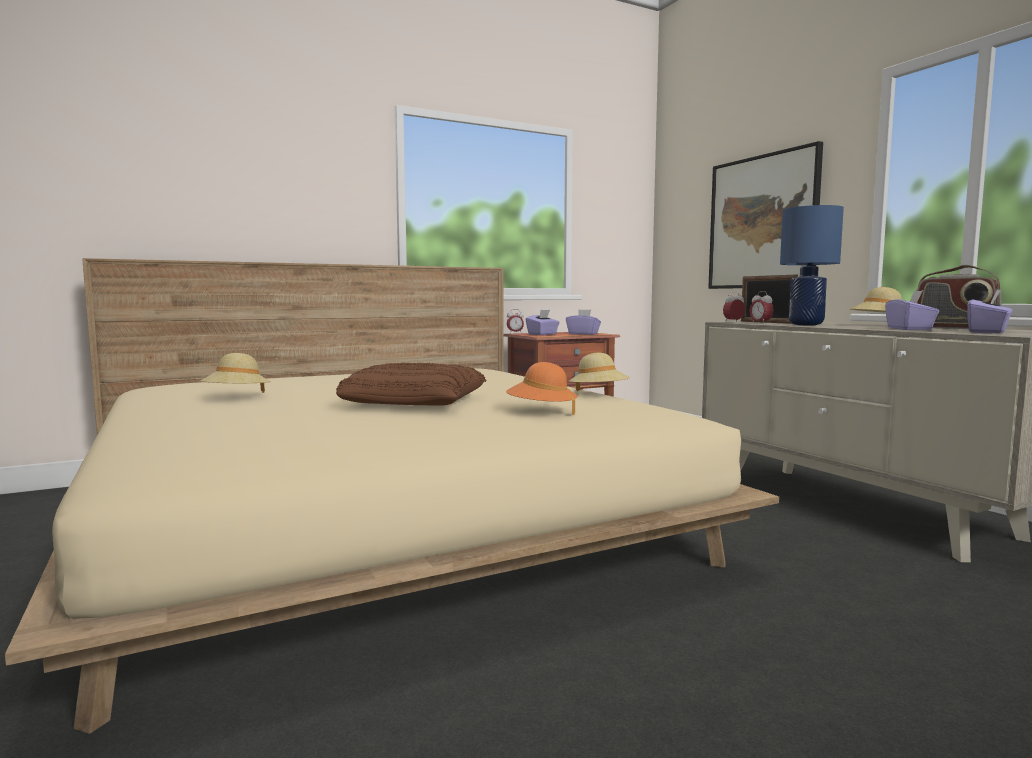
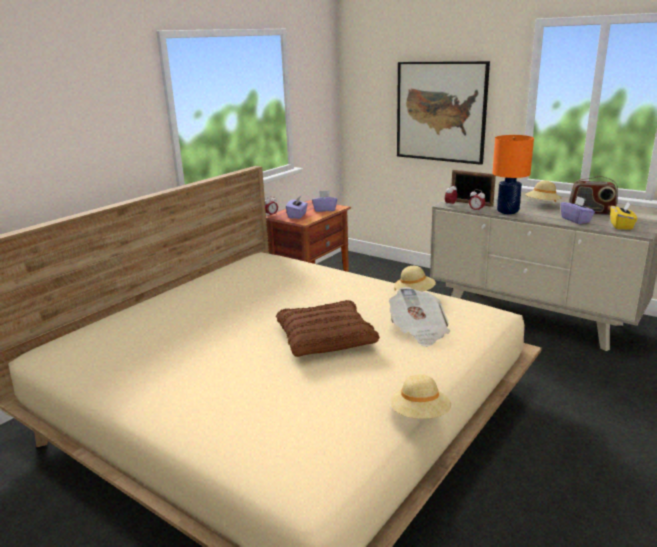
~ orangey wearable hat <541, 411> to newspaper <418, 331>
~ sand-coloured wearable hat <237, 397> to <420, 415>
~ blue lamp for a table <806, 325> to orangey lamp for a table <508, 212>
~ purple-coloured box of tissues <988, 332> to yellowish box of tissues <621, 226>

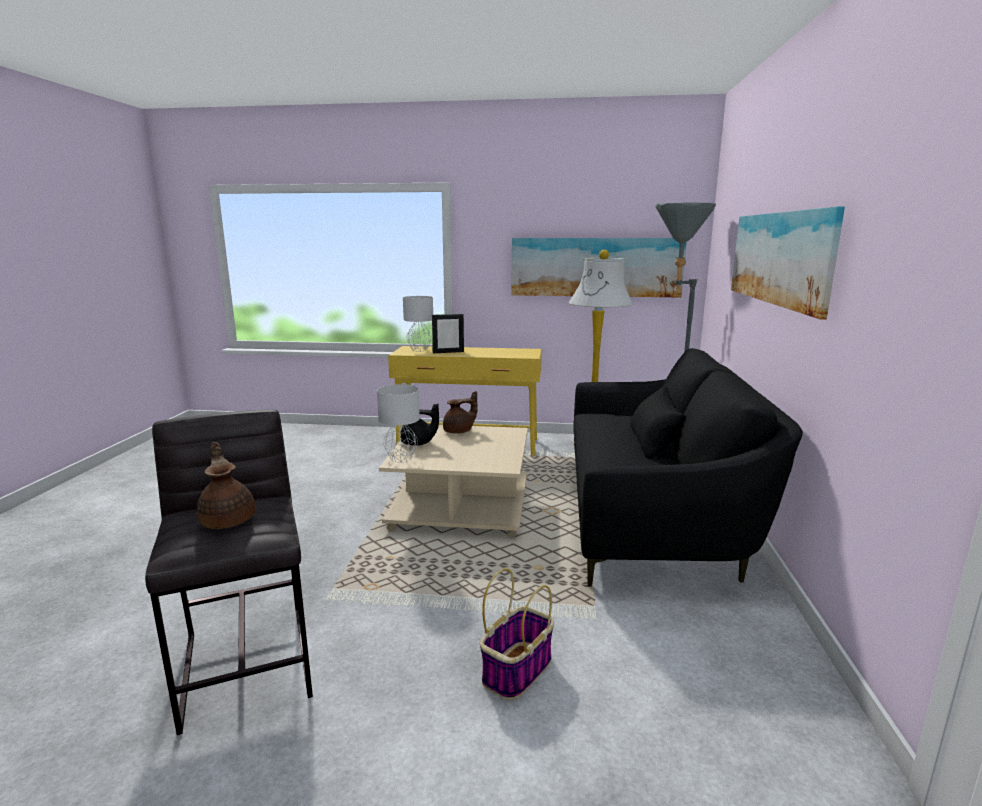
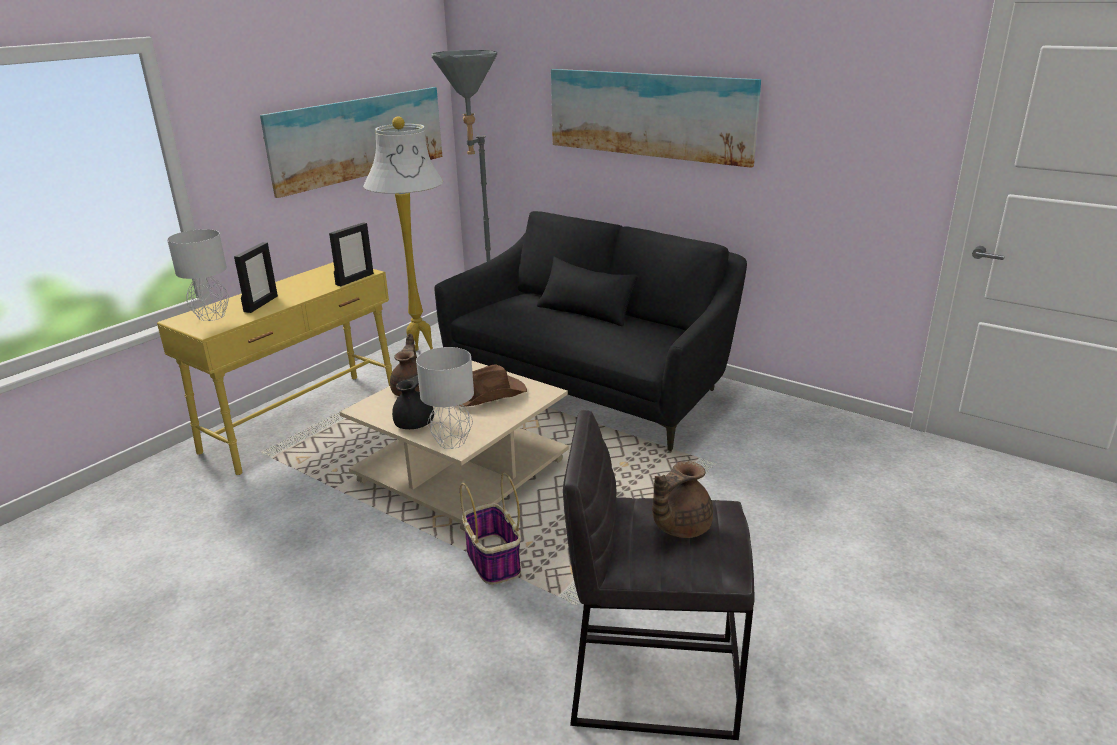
+ standing frame <354, 279>
+ brownish wearable hat <488, 394>
~ storage basket <517, 669> to <492, 560>
~ brownish teapot <228, 519> = <679, 526> 45 degrees counterclockwise

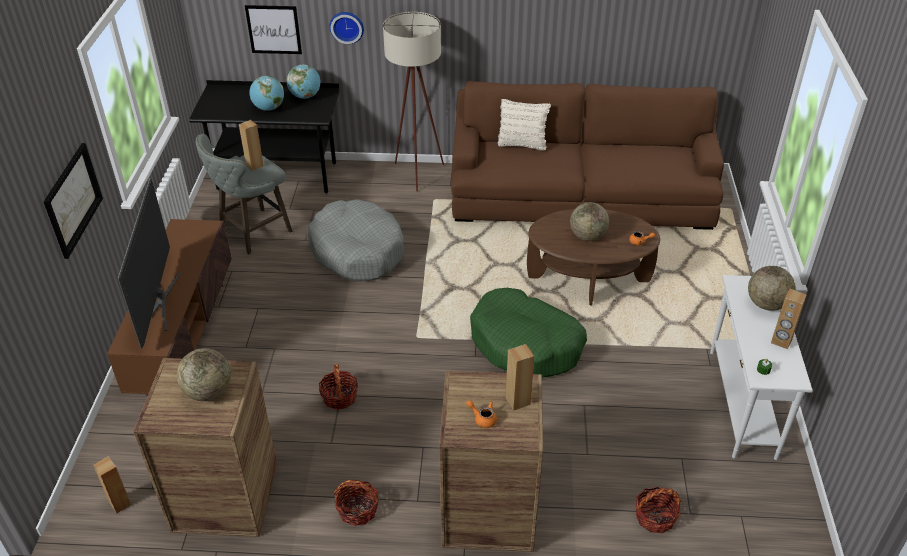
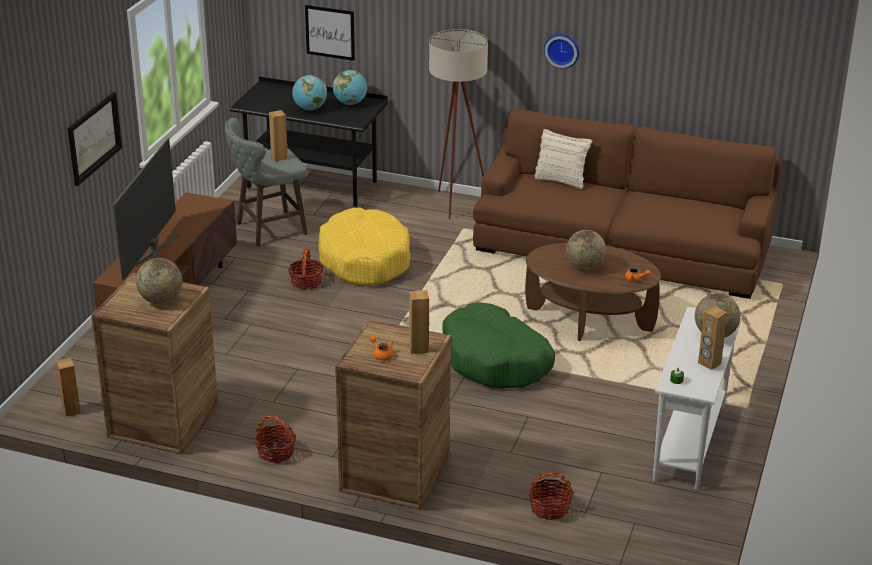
~ storage basket <339, 397> to <306, 282>
~ greyish pet bed <357, 251> to yellowish pet bed <364, 260>
~ hanging clock <347, 26> to <562, 49>

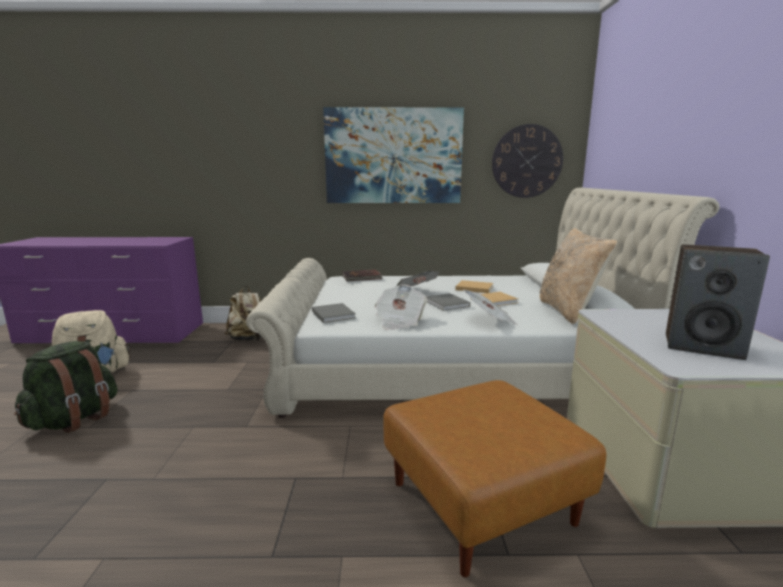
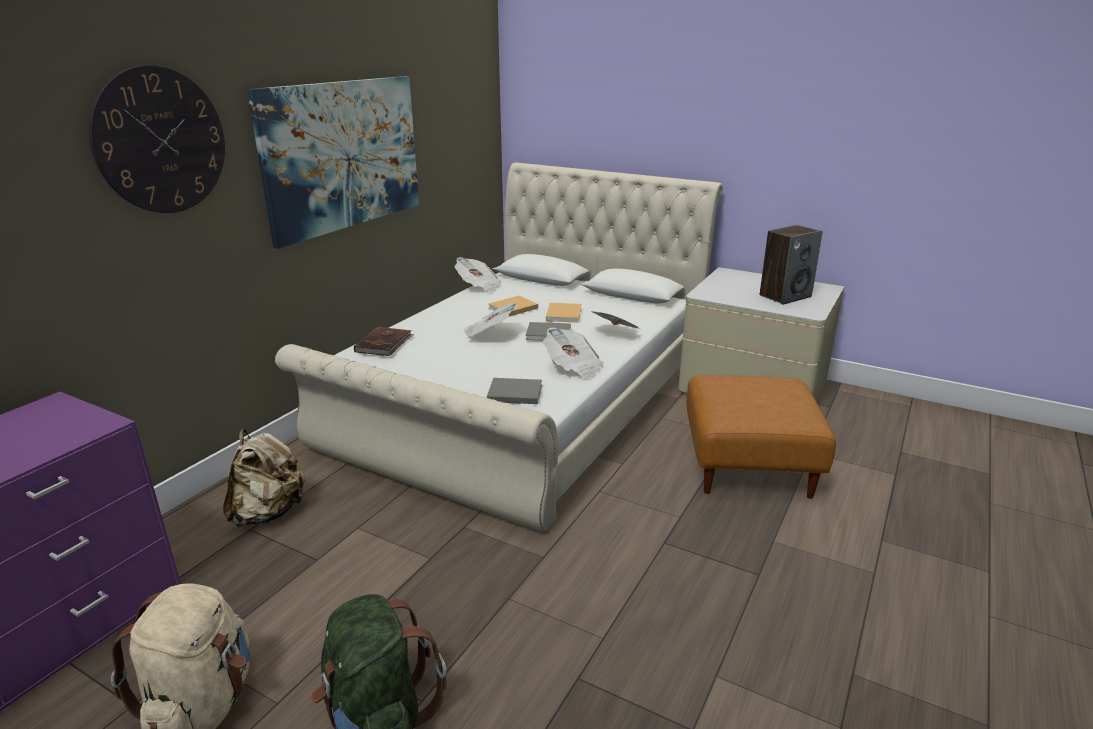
~ hanging clock <527, 161> to <161, 141>
+ newspaper <478, 286>
- sand-coloured throw pillow <567, 313>

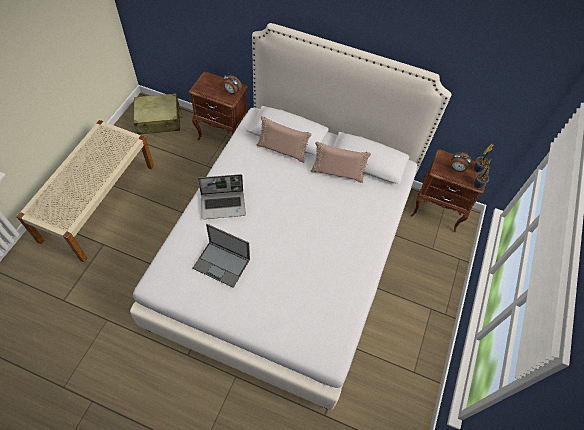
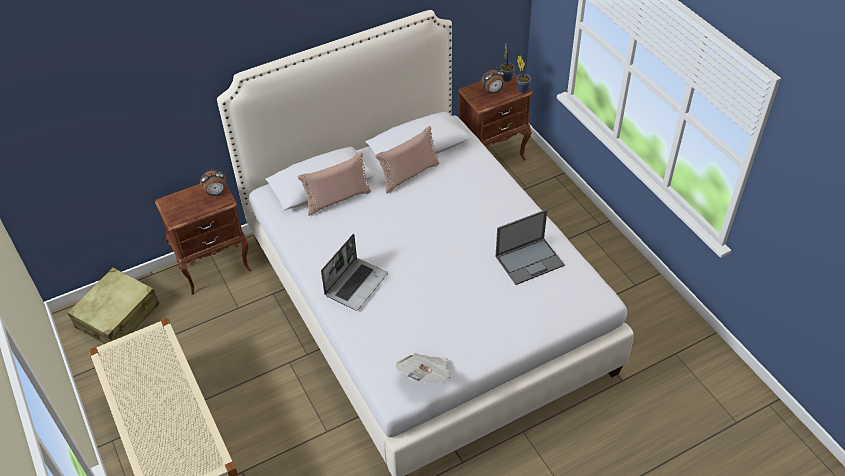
+ newspaper <426, 376>
~ portable computer <222, 264> to <530, 260>

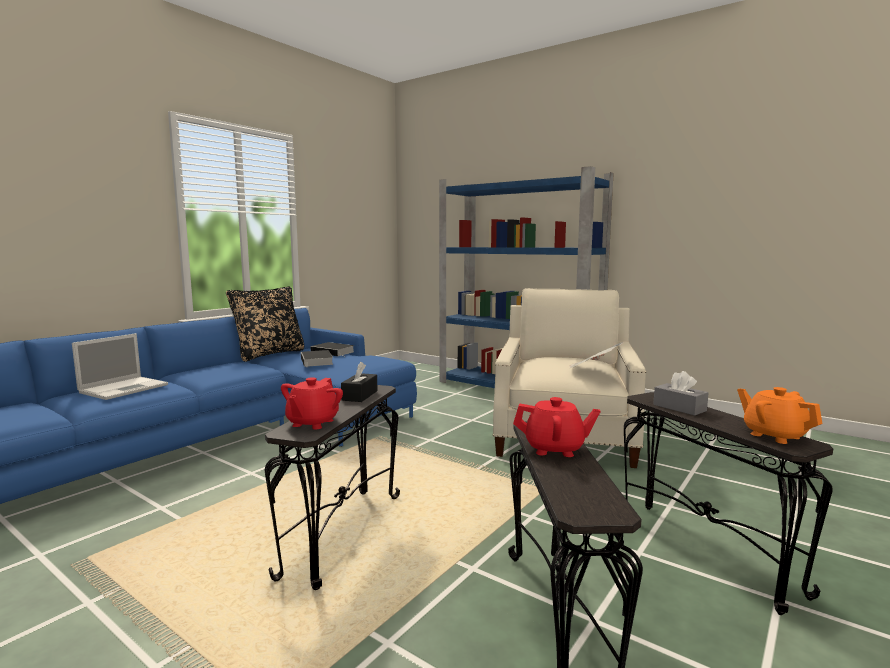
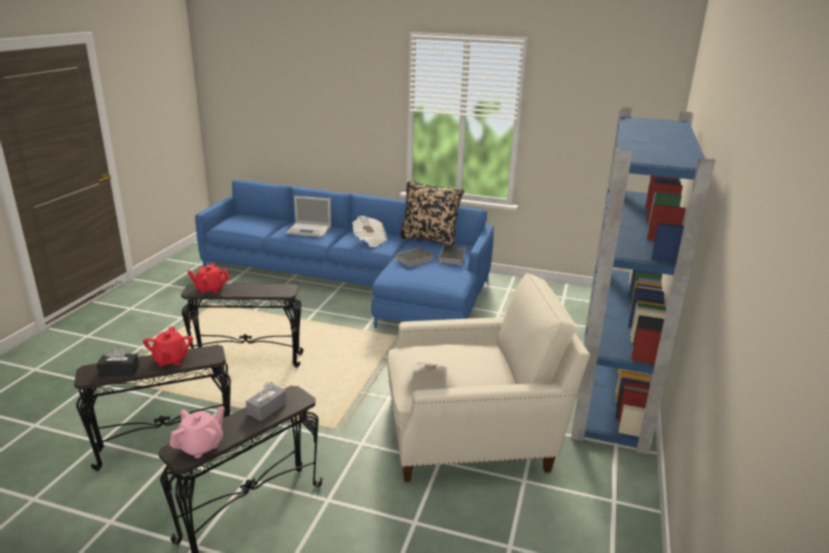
~ black box of tissues <360, 395> to <119, 371>
~ orangey teapot <774, 435> to pink-coloured teapot <201, 446>
+ newspaper <369, 240>

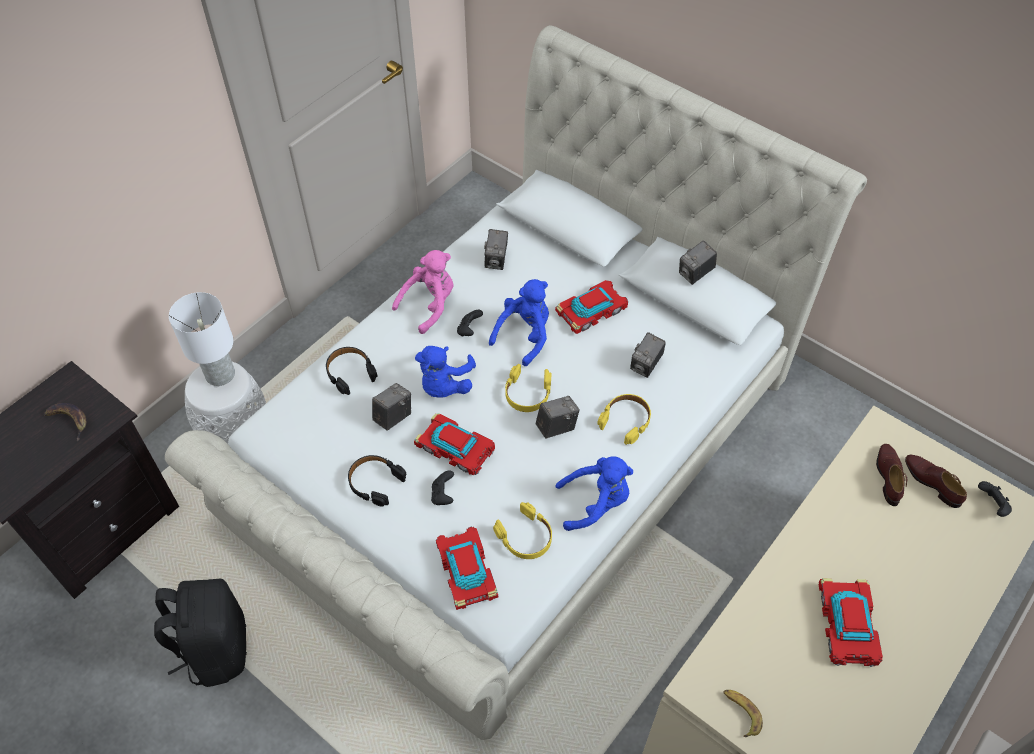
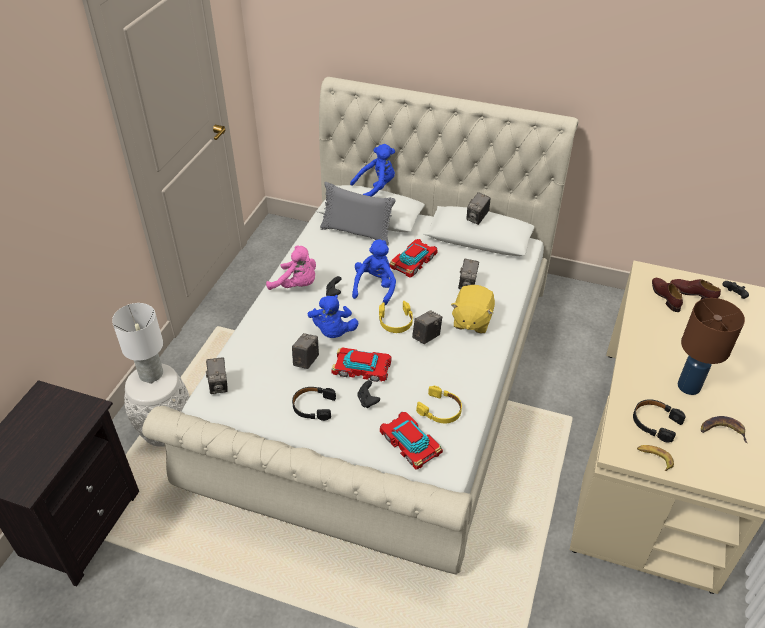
~ still camera <496, 260> to <219, 385>
~ pink-coloured plush toy <430, 305> = <297, 285> 90 degrees clockwise
+ greyish throw pillow <357, 232>
~ blue plush toy <596, 503> to <376, 187>
~ yellowish headset <626, 421> to yellowish plush toy <471, 321>
~ black headset <350, 372> to <655, 423>
~ toy car <846, 625> to brownish lamp for a table <688, 387>
~ banana <69, 420> to <722, 430>
- black knapsack <216, 648>

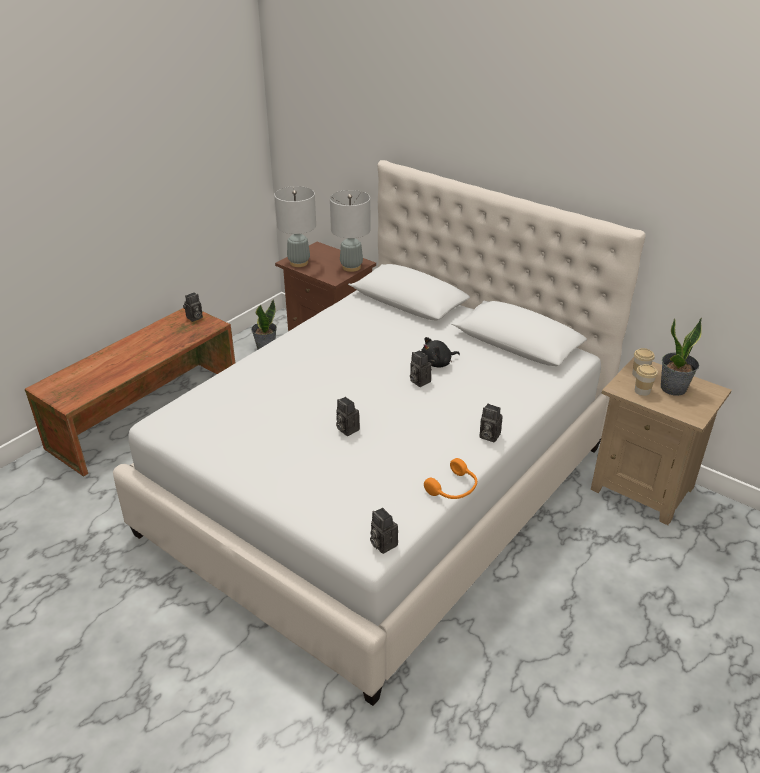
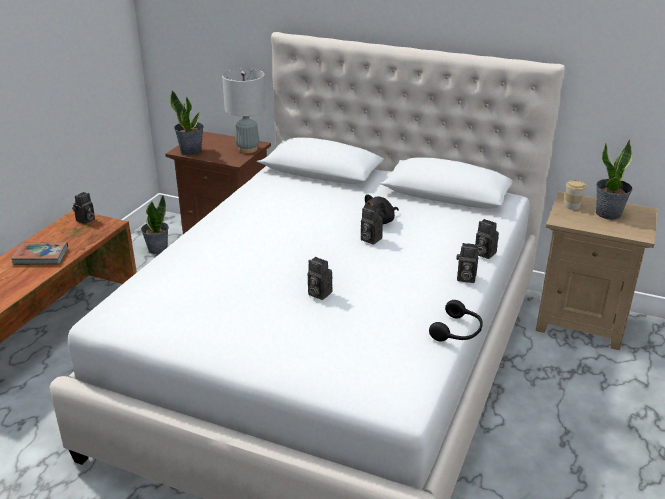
+ volume <41, 256>
~ greyish lamp for a table <299, 263> to potted plant <191, 151>
~ orangey headset <454, 489> to black headset <458, 331>
~ still camera <382, 543> to <483, 253>
- cup <642, 391>

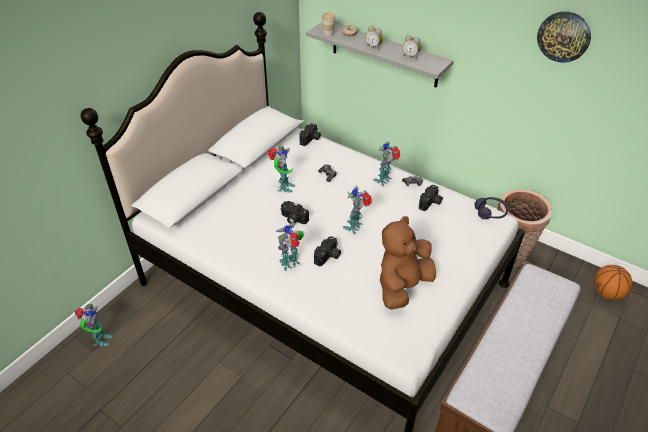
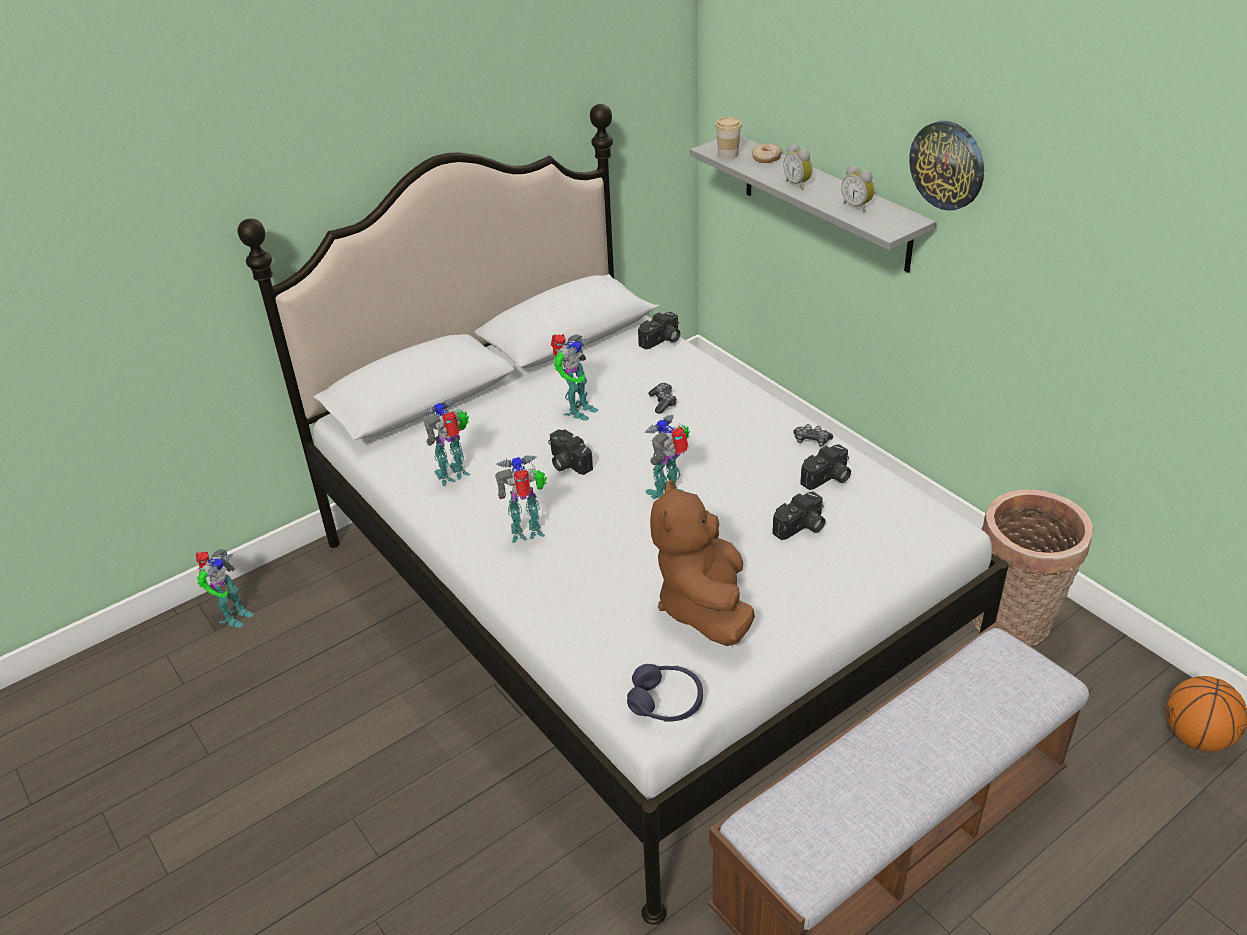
~ toy robot <384, 180> to <454, 475>
~ purple-coloured headset <490, 212> to <666, 702>
~ brownish plush toy <402, 286> = <704, 606> 60 degrees counterclockwise
~ still camera <328, 257> to <801, 528>
~ hanging clock <564, 36> to <948, 165>

